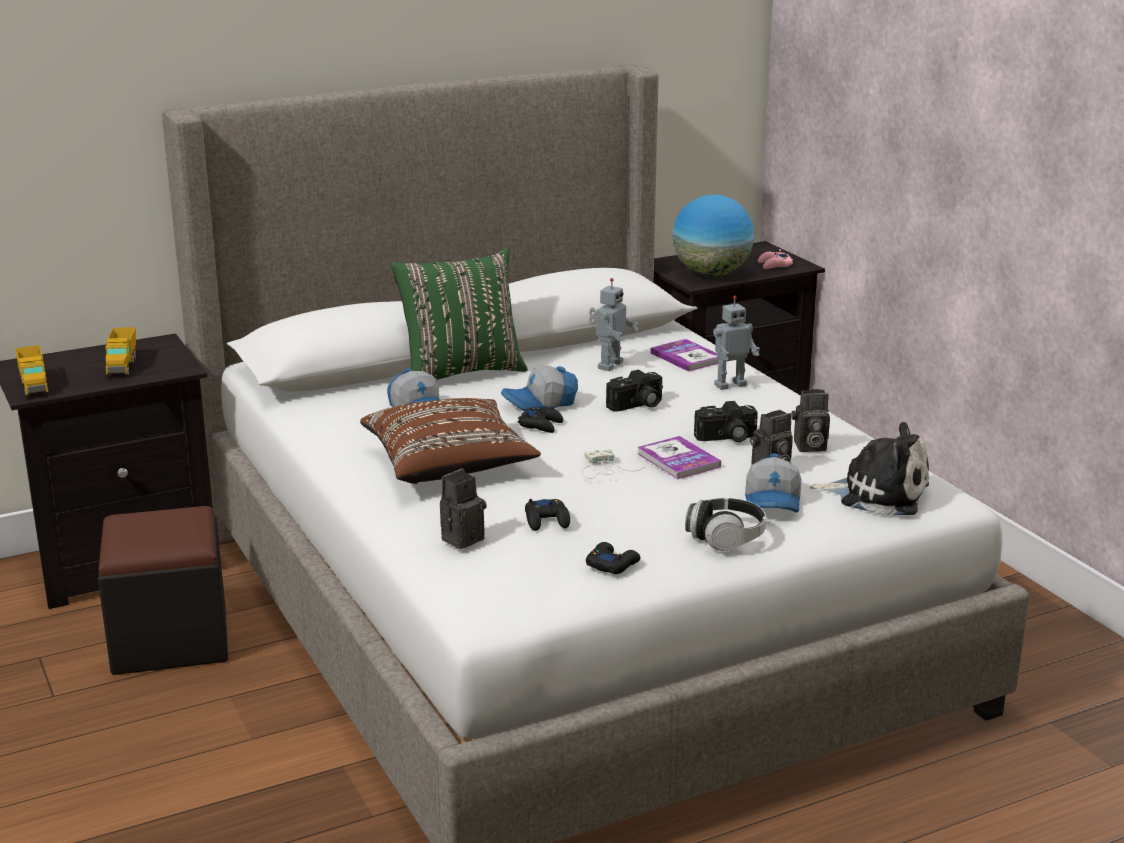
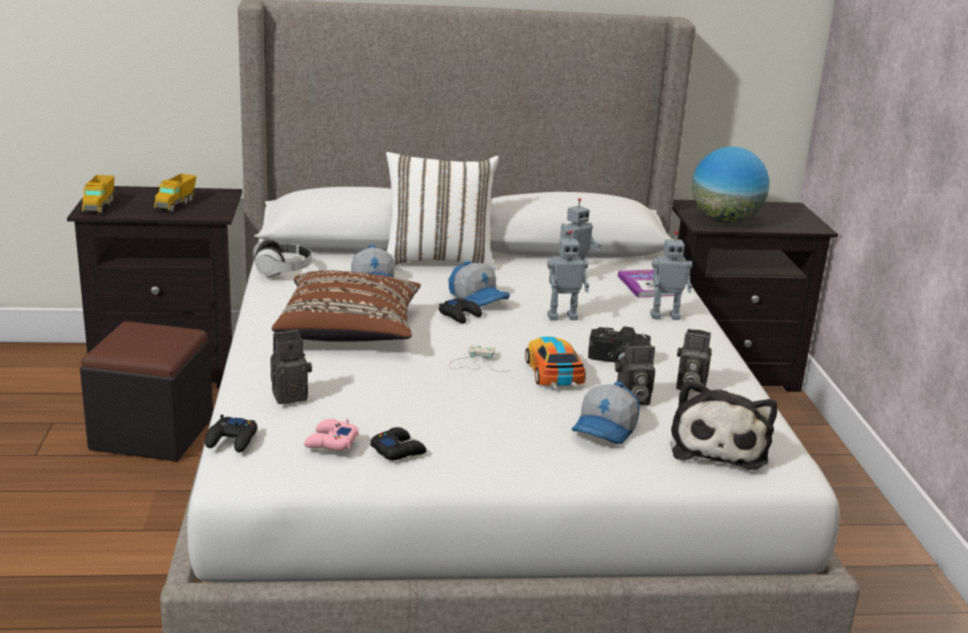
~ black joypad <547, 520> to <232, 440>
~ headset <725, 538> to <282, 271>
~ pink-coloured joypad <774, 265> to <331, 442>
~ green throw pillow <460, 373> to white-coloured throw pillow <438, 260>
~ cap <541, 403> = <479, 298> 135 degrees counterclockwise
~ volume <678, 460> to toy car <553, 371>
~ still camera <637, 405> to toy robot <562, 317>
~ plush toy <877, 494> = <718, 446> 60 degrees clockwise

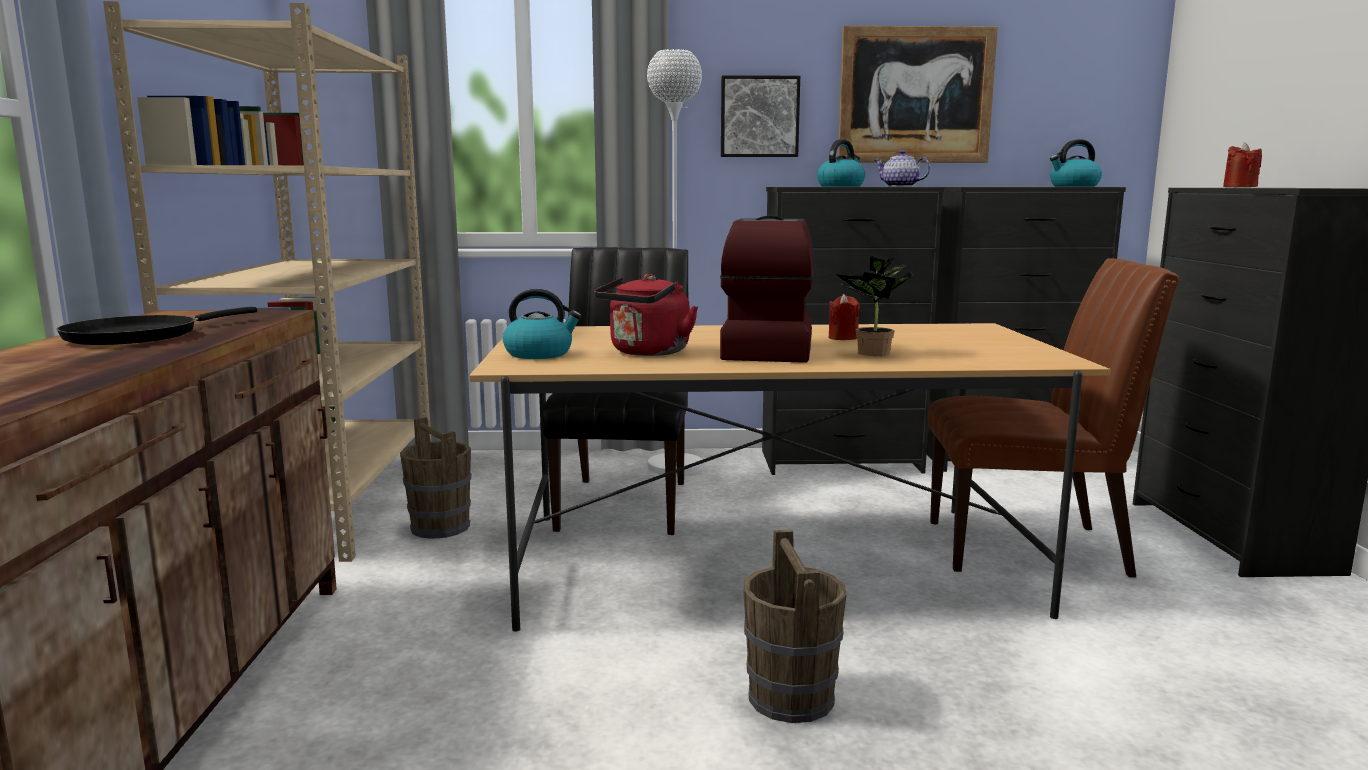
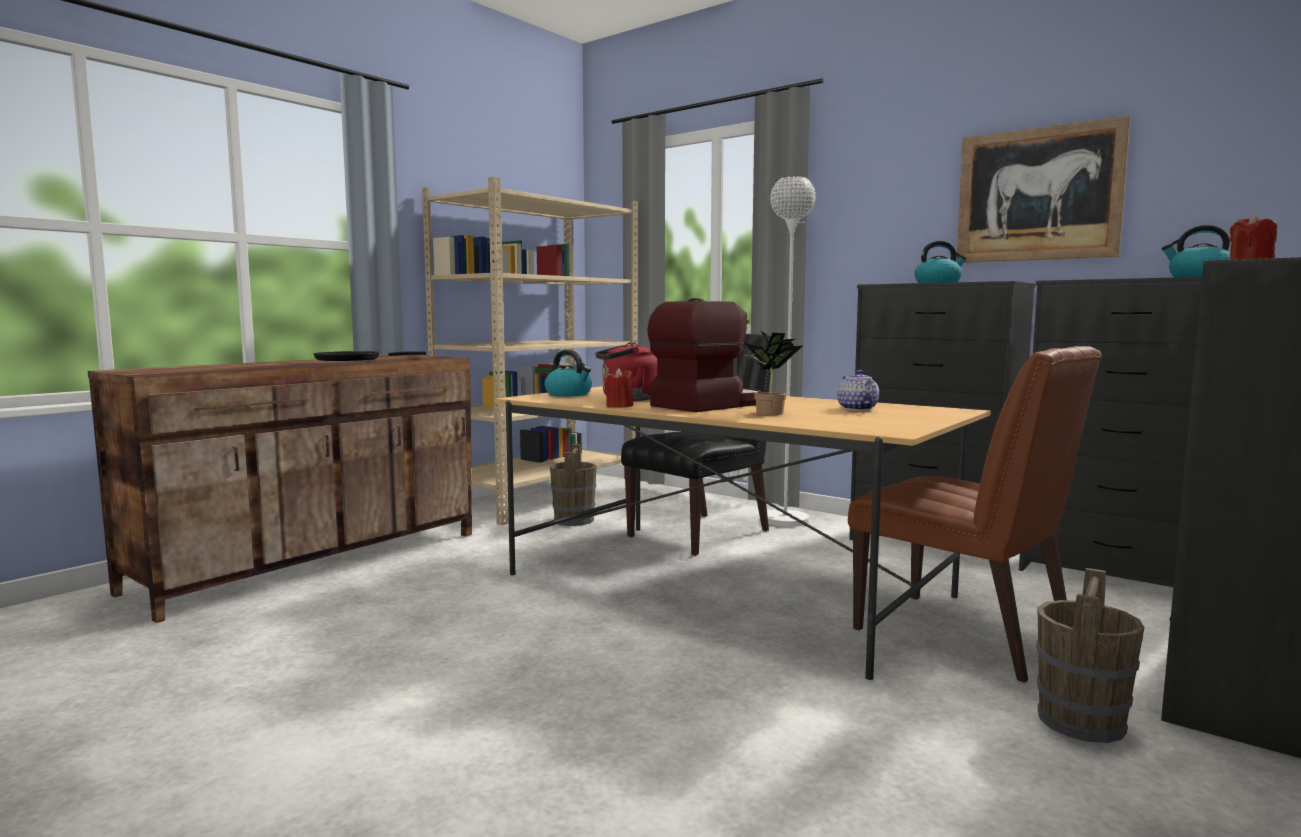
~ red candle <843, 338> to <619, 406>
~ teapot <900, 186> to <857, 409>
~ brownish pail <791, 698> to <1080, 722>
- wall art <759, 117>

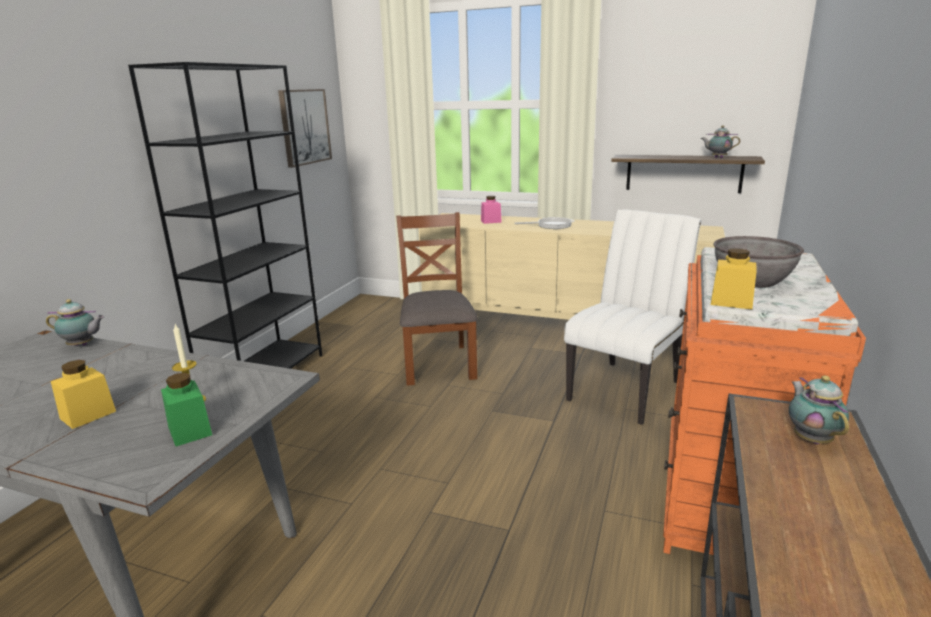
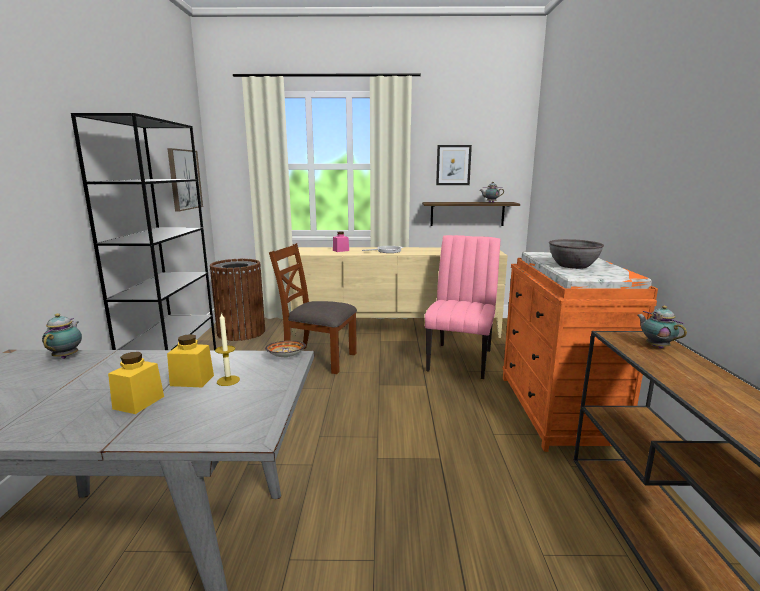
~ teapot <82, 345> = <67, 356> 75 degrees counterclockwise
~ yellowish preserve jar <731, 302> to <192, 380>
+ brownish waste bin <241, 332>
+ bowl <286, 357>
~ brownish plain chair <438, 363> = <318, 359> 45 degrees counterclockwise
~ white-coloured plain chair <624, 391> to pink-coloured plain chair <460, 361>
+ wall art <453, 165>
- green preserve jar <190, 431>

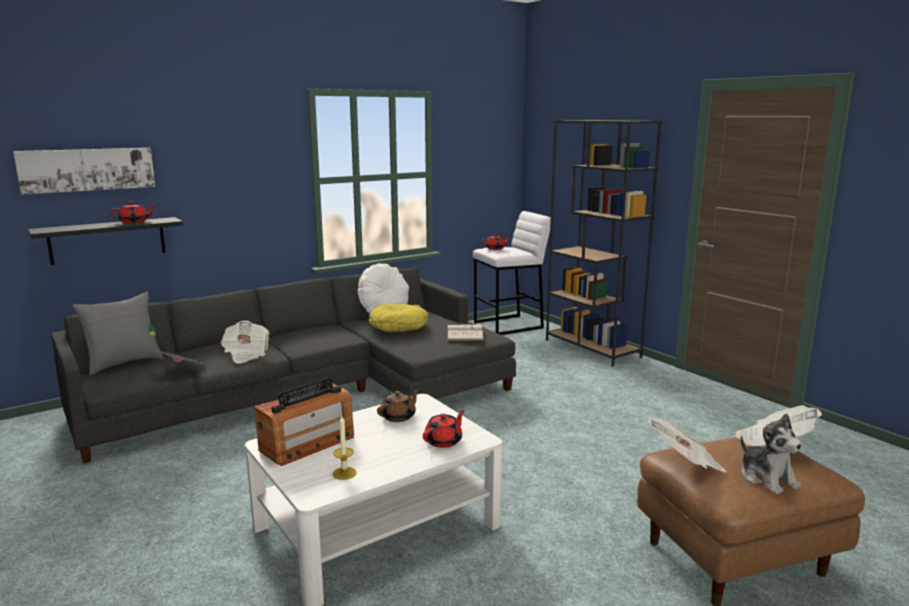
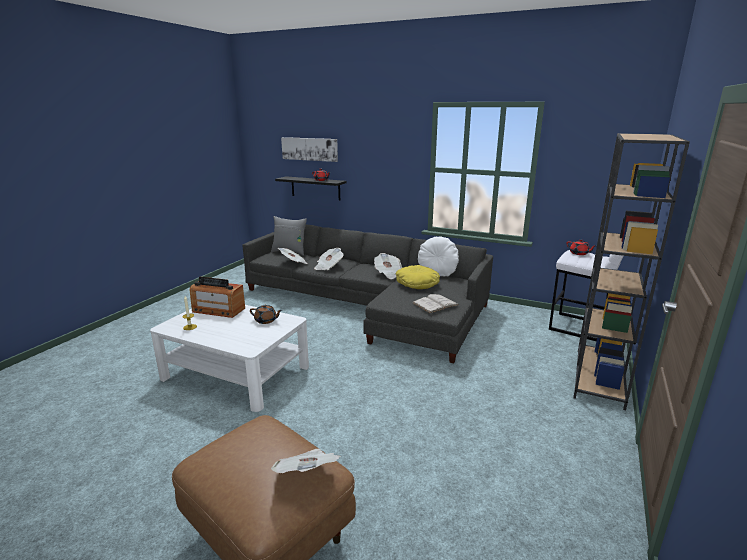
~ newspaper <685, 463> to <388, 273>
- red teapot <444, 441>
- plush toy <767, 478>

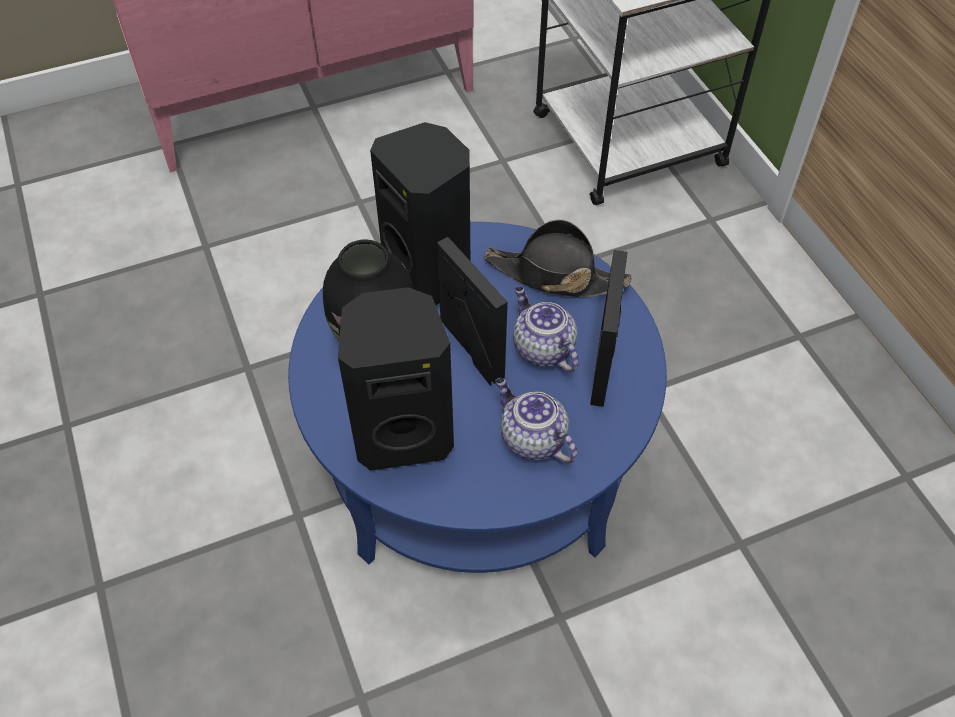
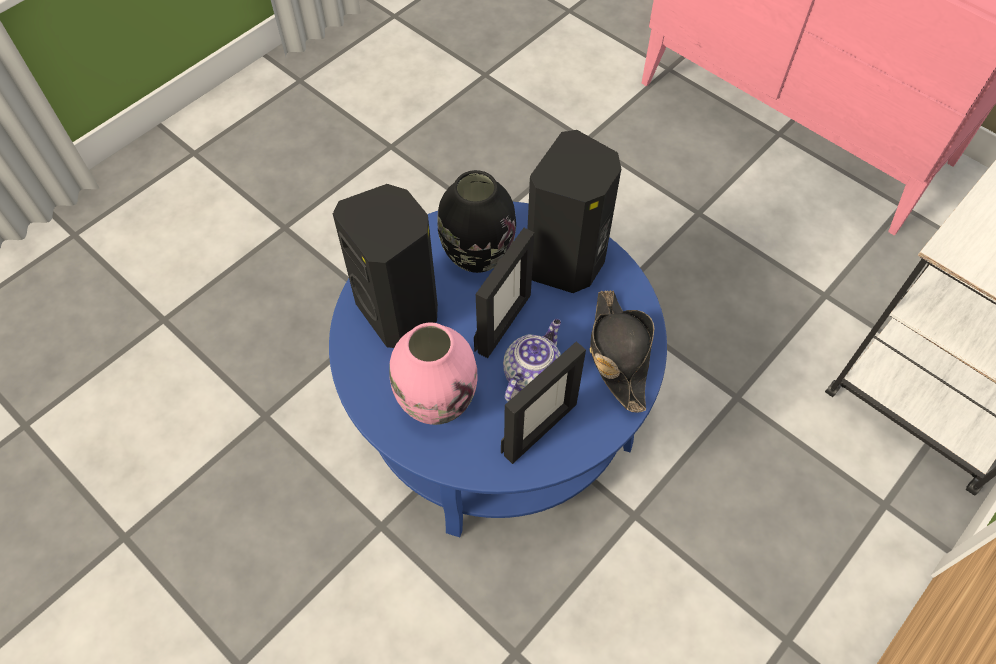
~ teapot <531, 439> to pink-coloured vase <436, 400>
~ standing frame <604, 366> = <539, 428> 150 degrees clockwise

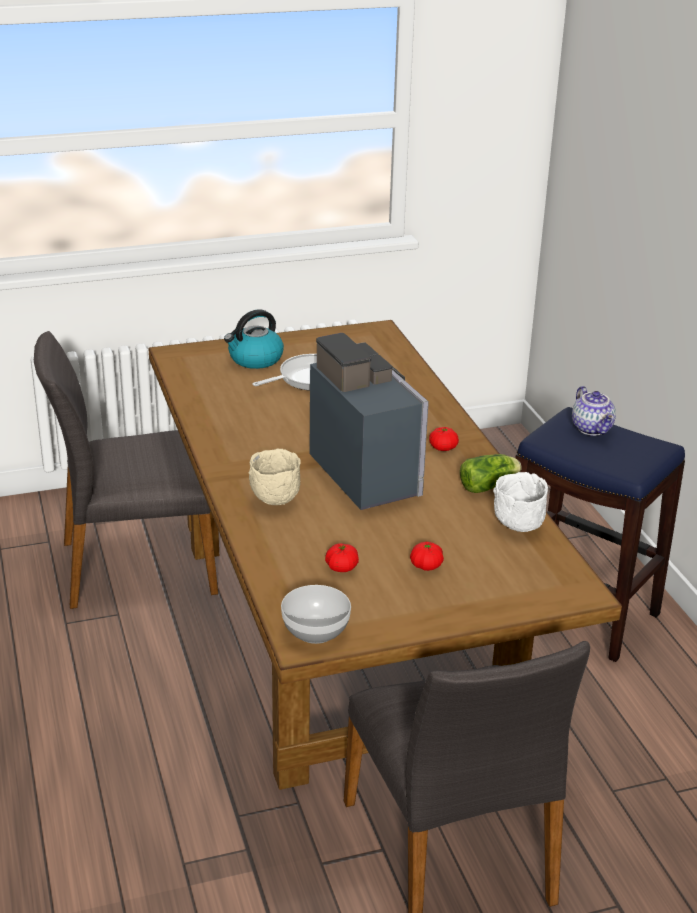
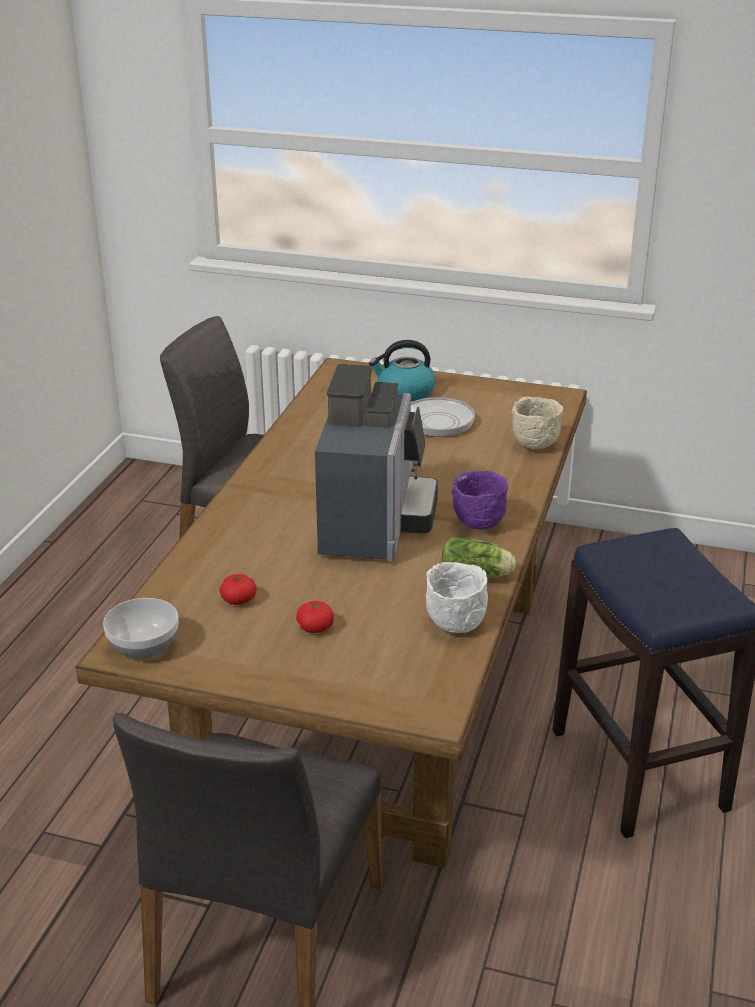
~ fresh tomato <443, 448> to purple-coloured bowl <477, 524>
~ sand-coloured bowl <274, 500> to <534, 445>
- teapot <593, 429>

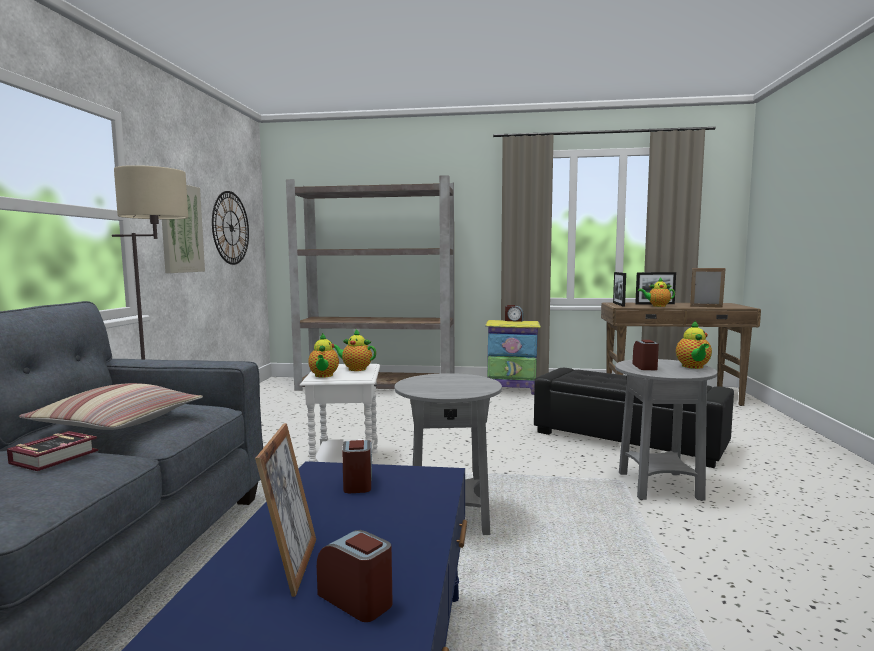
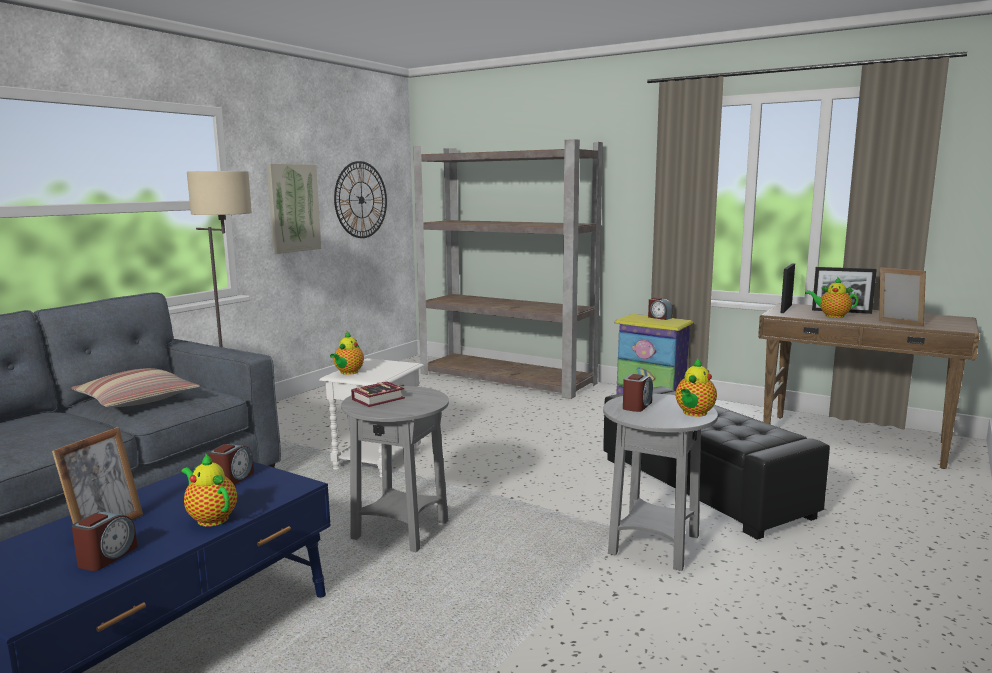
~ bedside clock <356, 599> = <107, 557> 45 degrees clockwise
~ teapot <355, 369> to <211, 518>
~ volume <58, 456> to <380, 399>

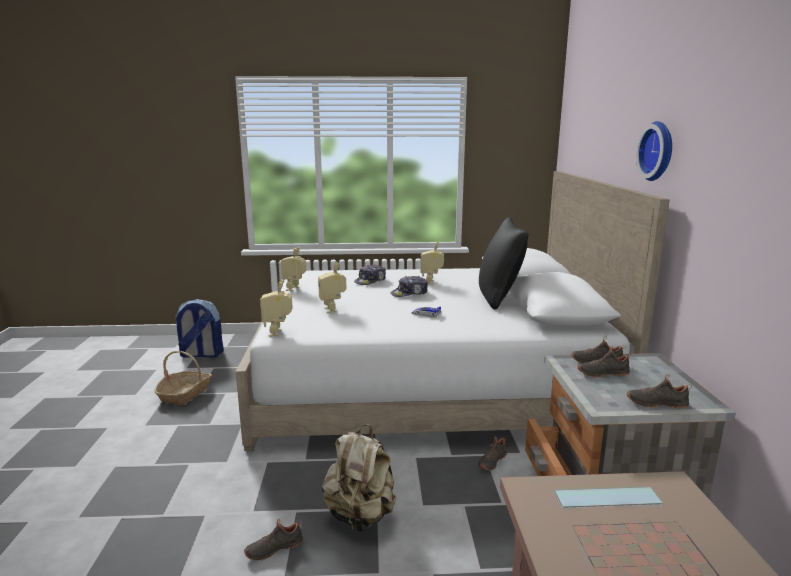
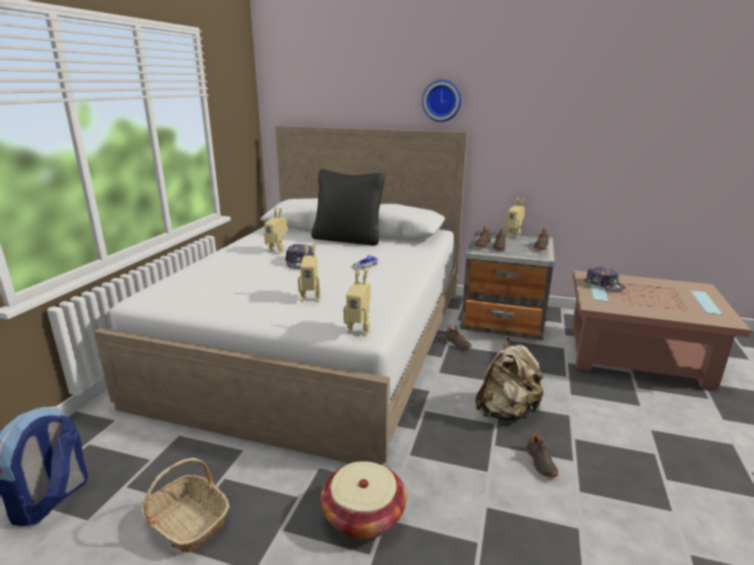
+ storage basket <363, 516>
~ toy robot <295, 289> to <514, 235>
~ cap <370, 281> to <604, 285>

